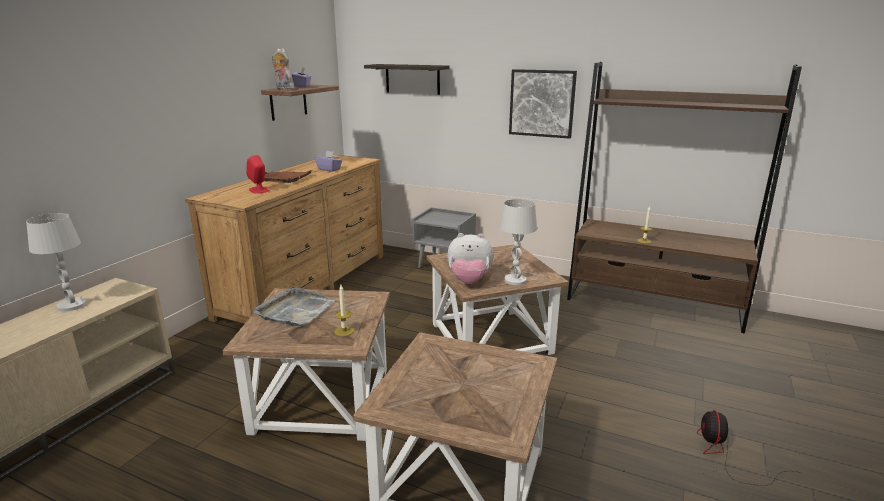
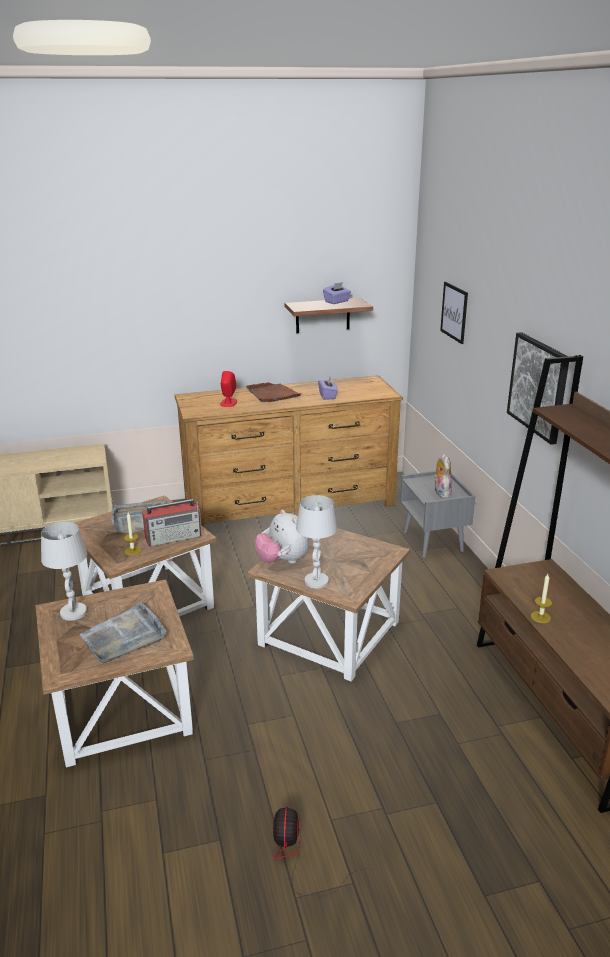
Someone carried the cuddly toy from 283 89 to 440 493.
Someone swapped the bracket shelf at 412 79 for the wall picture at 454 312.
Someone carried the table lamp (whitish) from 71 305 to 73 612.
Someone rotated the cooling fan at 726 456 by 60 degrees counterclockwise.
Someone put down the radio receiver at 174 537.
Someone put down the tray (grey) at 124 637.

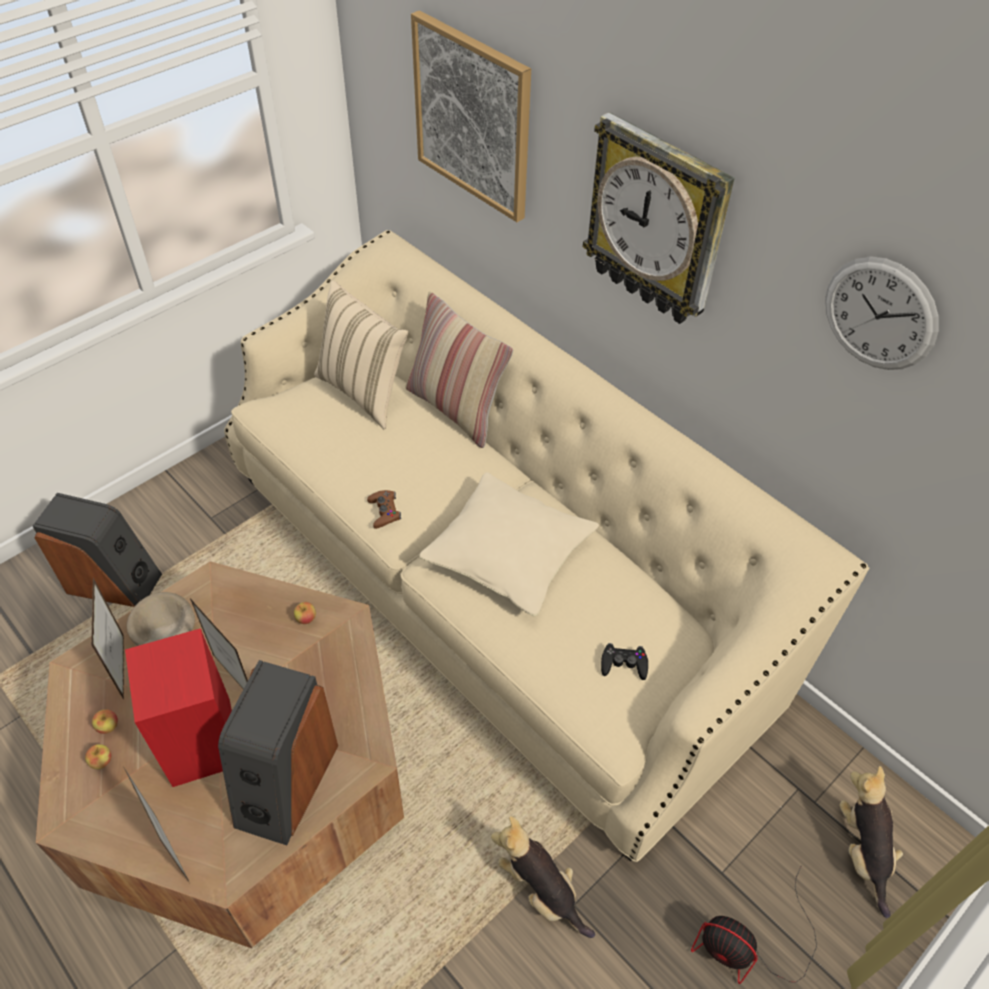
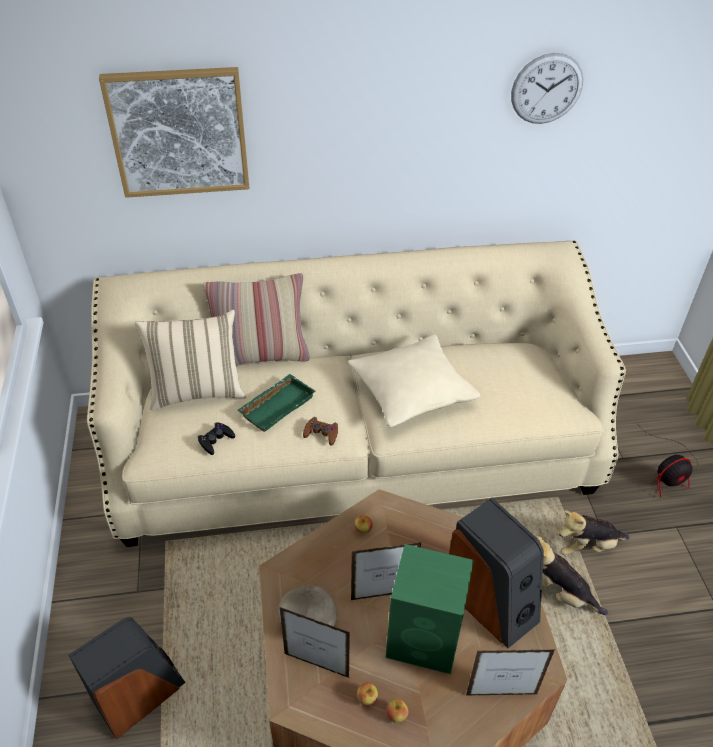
Someone took away the wall clock at 656 223.
Someone repainted the loudspeaker (red-coloured) at 202 743, which became the loudspeaker (green) at 425 639.
Someone carried the gamepad (black) from 623 664 to 216 440.
Someone carried the cuddly toy from 863 851 to 559 593.
Someone put down the tray (green) at 276 405.

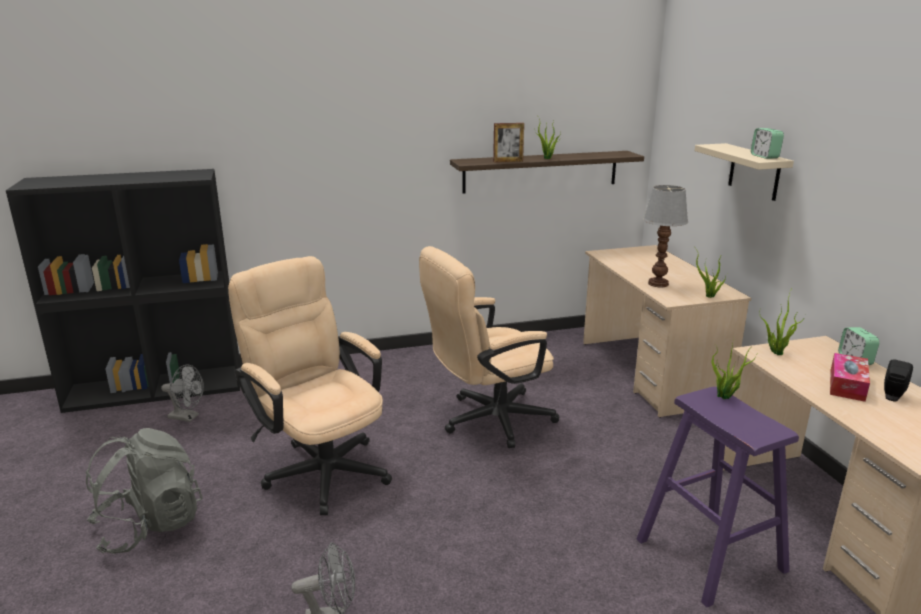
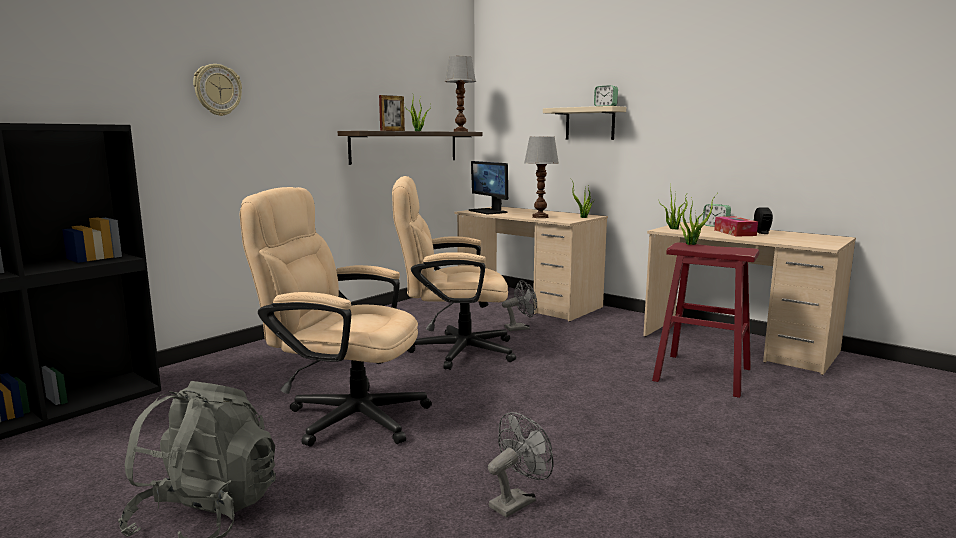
Someone rotated the office chair (beige) at 488 421 by 60 degrees clockwise.
Someone carried the cooling fan (grey) from 187 417 to 520 328.
Someone repainted the sitting stool (purple) at 710 555, which became the sitting stool (red-coloured) at 702 374.
Someone put down the table lamp at 460 131.
Someone put up the wall clock at 217 90.
Someone put down the computer screen at 488 211.

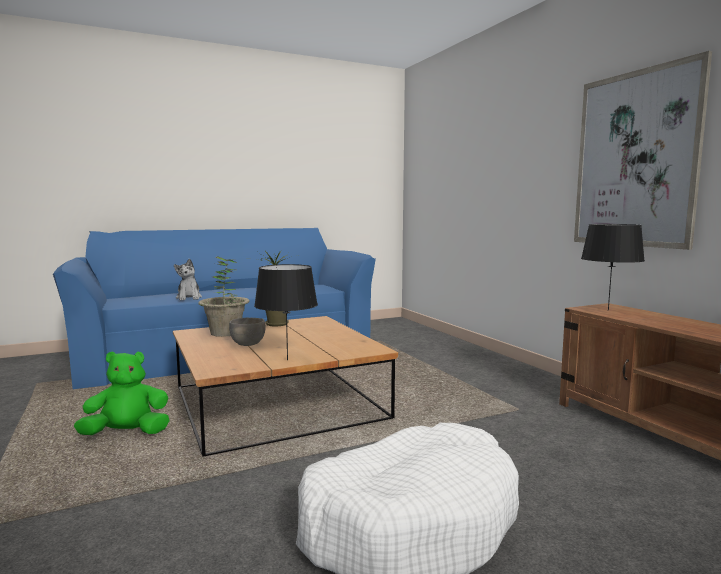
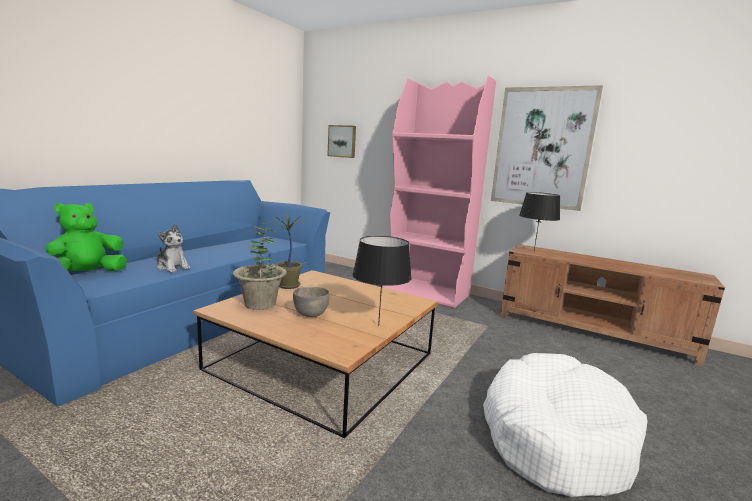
Someone carried the cuddly toy (green) from 127 433 to 87 274.
Someone put down the bookcase (pinkish) at 426 292.
Someone put up the wall picture at 342 141.

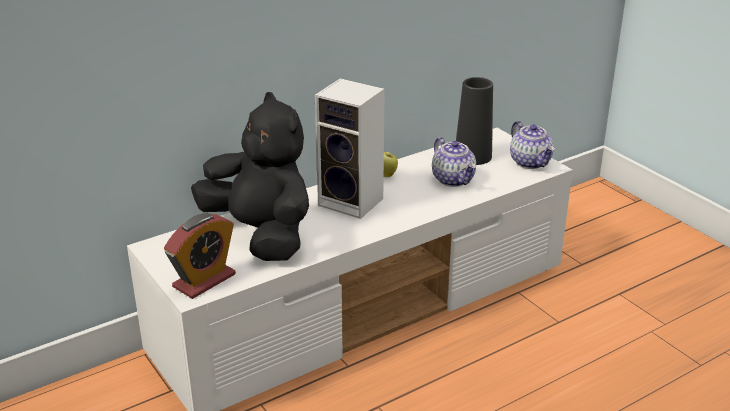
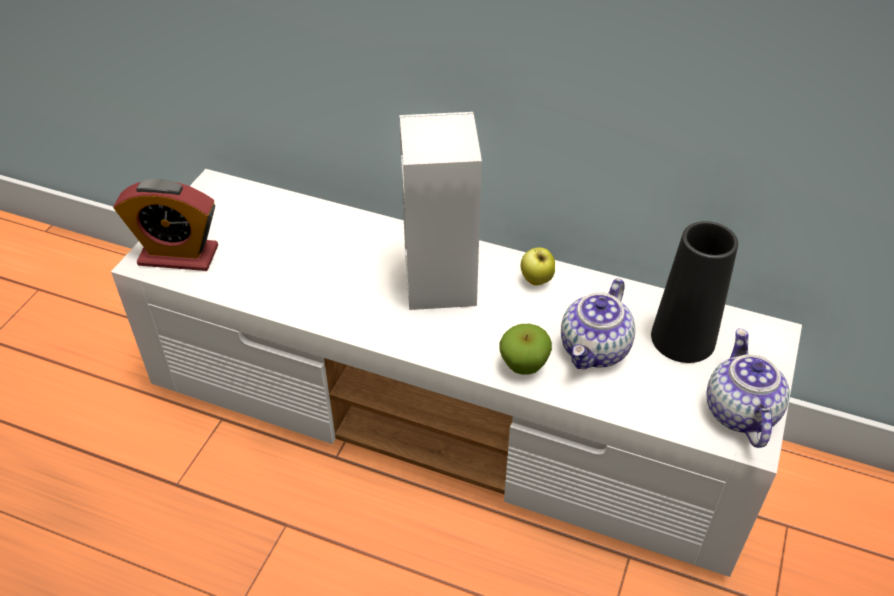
Someone took away the cuddly toy (black) at 261 235.
Someone rotated the tea pot at 531 162 by 150 degrees clockwise.
Someone put down the apple fruit at 523 366.

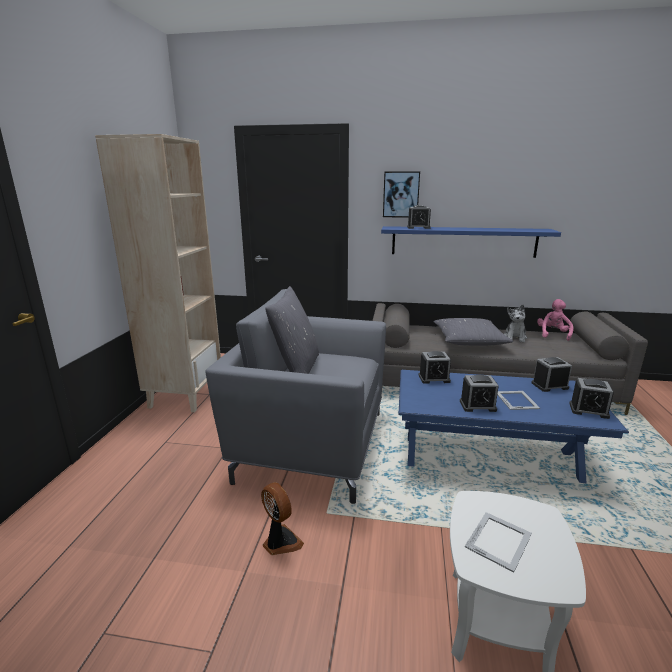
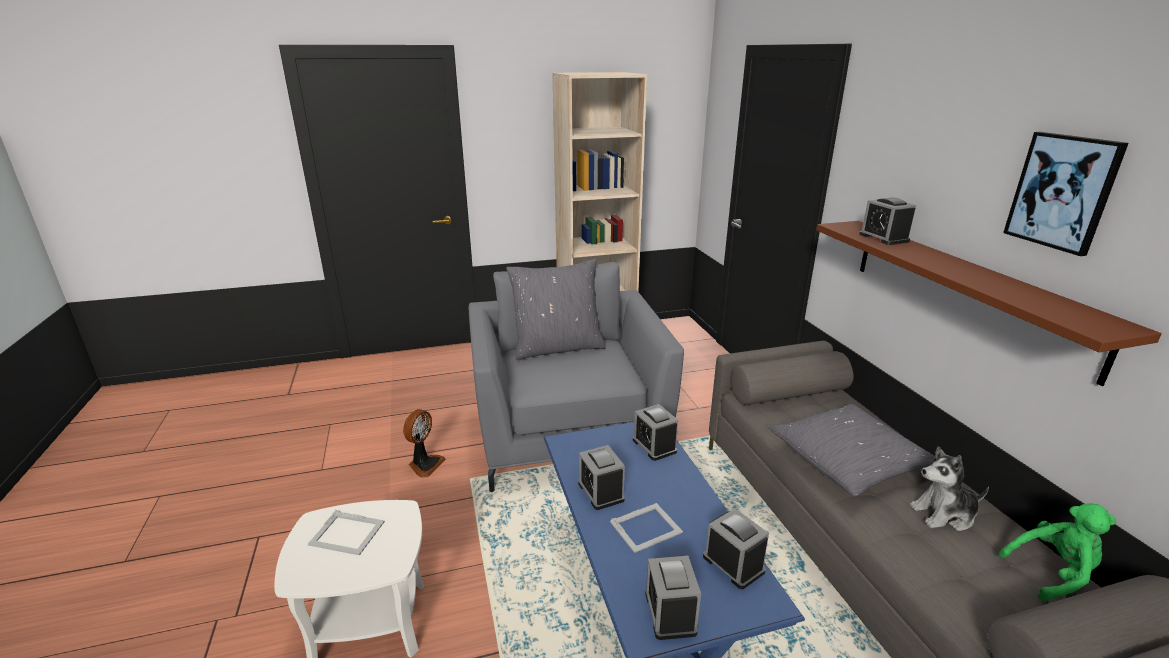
Someone carried the wall picture from 401 194 to 1063 192.
Someone repainted the bracket shelf (blue) at 463 241, which became the bracket shelf (brown-coloured) at 964 290.
Someone repainted the cuddly toy (pinkish) at 553 334, which became the cuddly toy (green) at 1052 573.

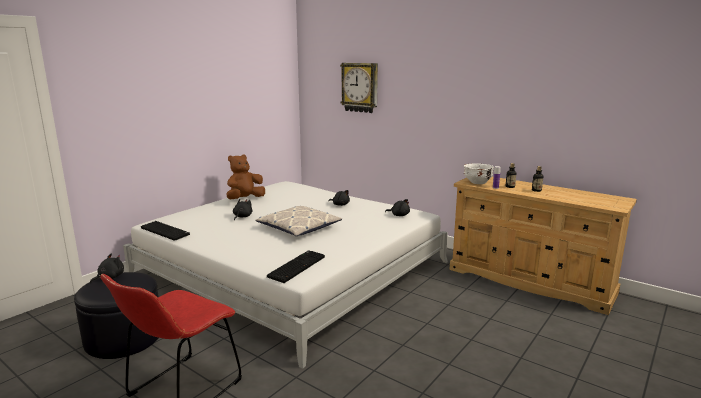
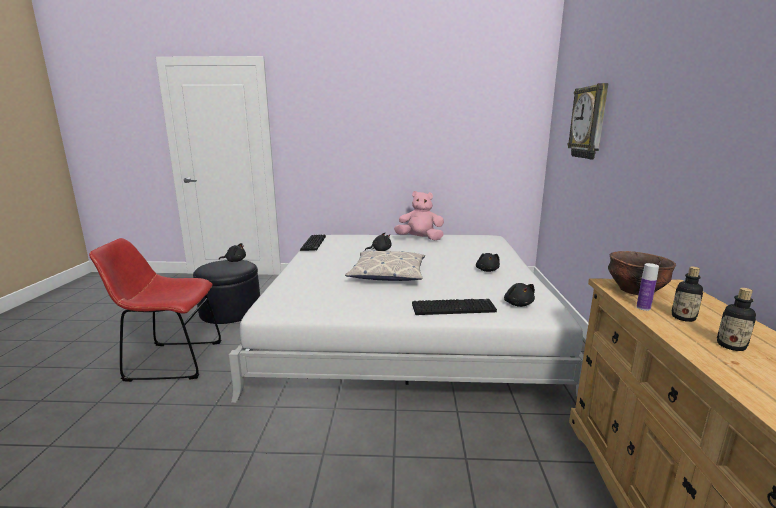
Someone repainted the cuddly toy (brown-coloured) at 245 199, which became the cuddly toy (pinkish) at 420 239.
Someone repainted the deep dish (whitish) at 477 182, which became the deep dish (brown-coloured) at 634 290.
Someone carried the PC keyboard from 296 266 to 454 307.

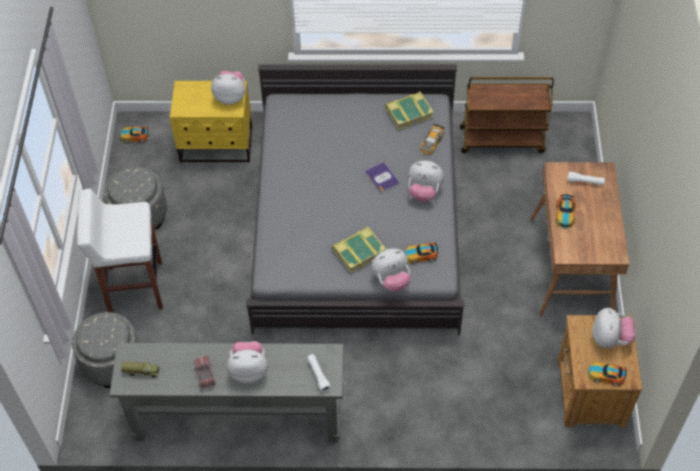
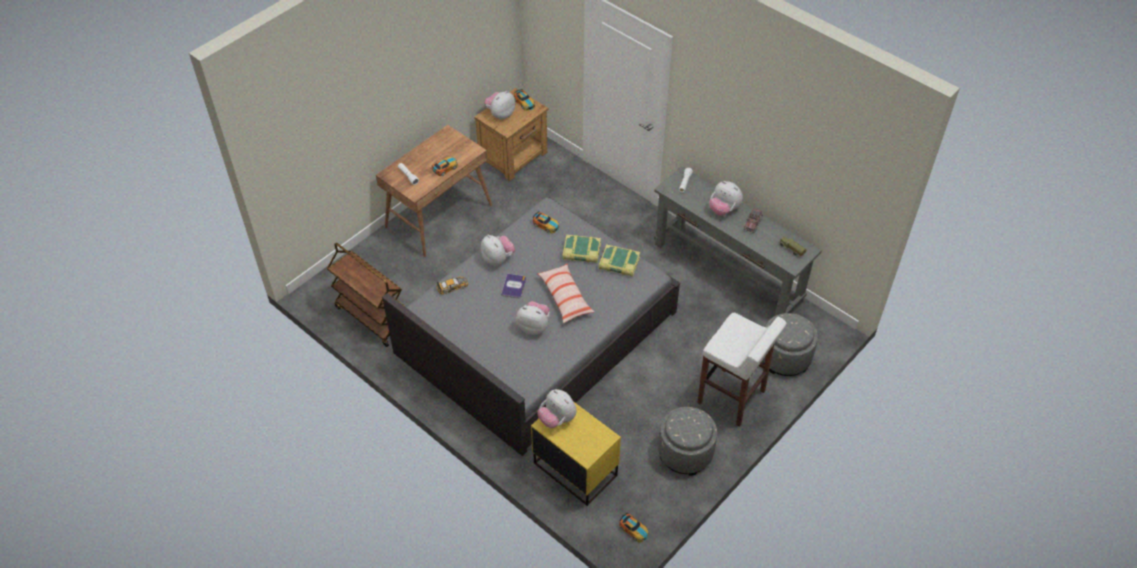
Someone carried the volume from 408 112 to 619 264.
Someone carried the cuddly toy from 391 280 to 534 326.
Someone put down the cushion at 565 297.

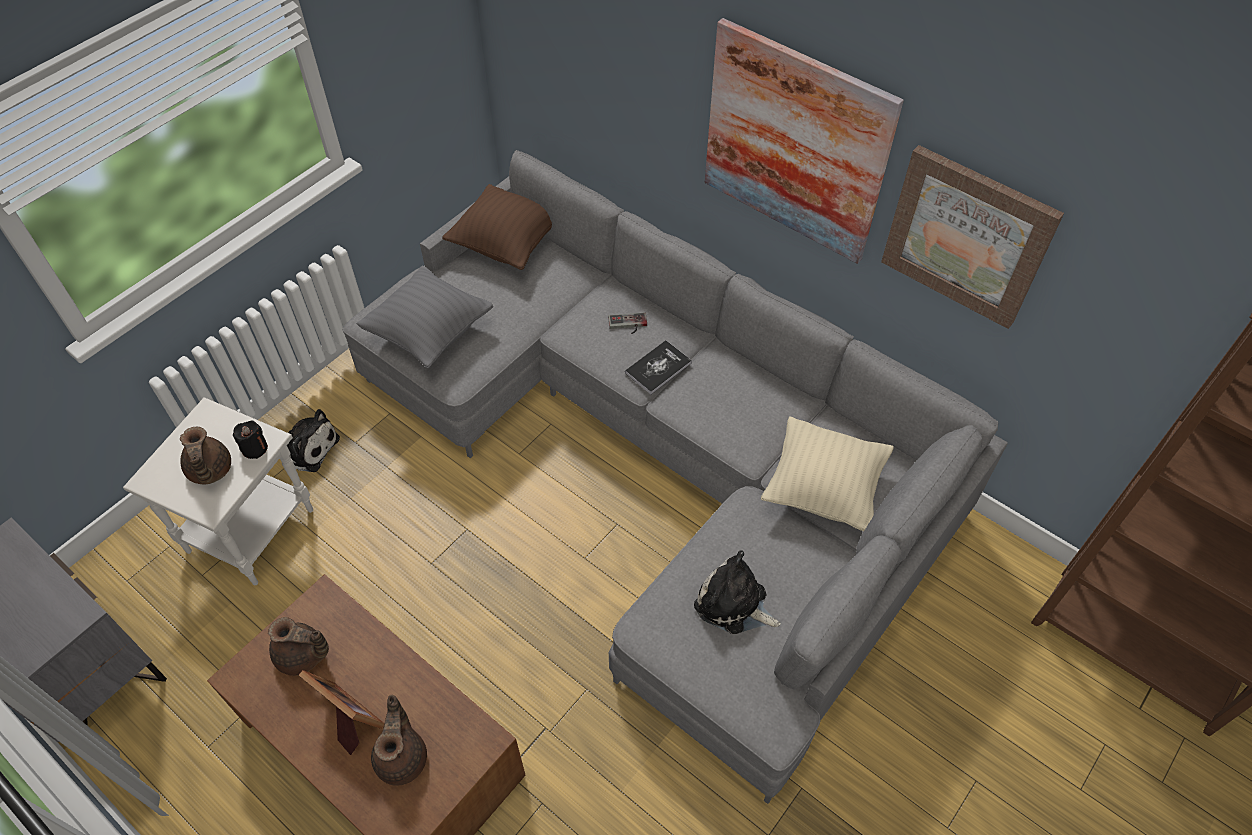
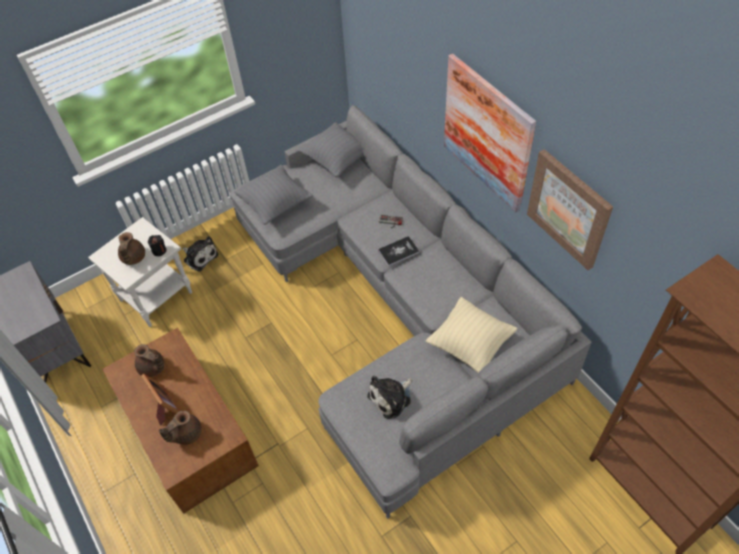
Someone repainted the cushion (brown-coloured) at 507 244, which became the cushion (grey) at 337 160.
Someone rotated the cuddly toy at 734 604 by 90 degrees counterclockwise.
Someone rotated the tea pot (brown-coloured) at 402 757 by 150 degrees counterclockwise.

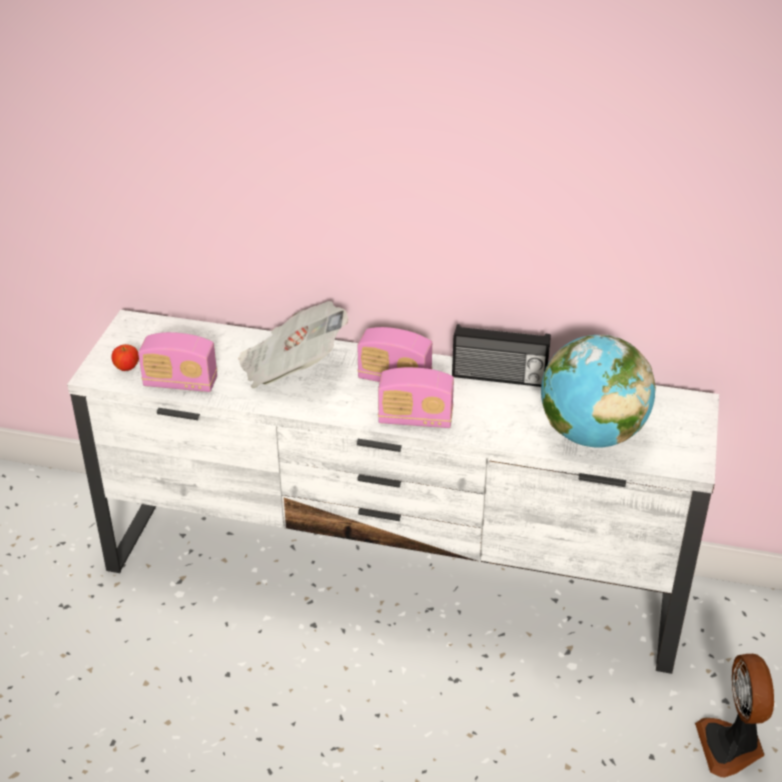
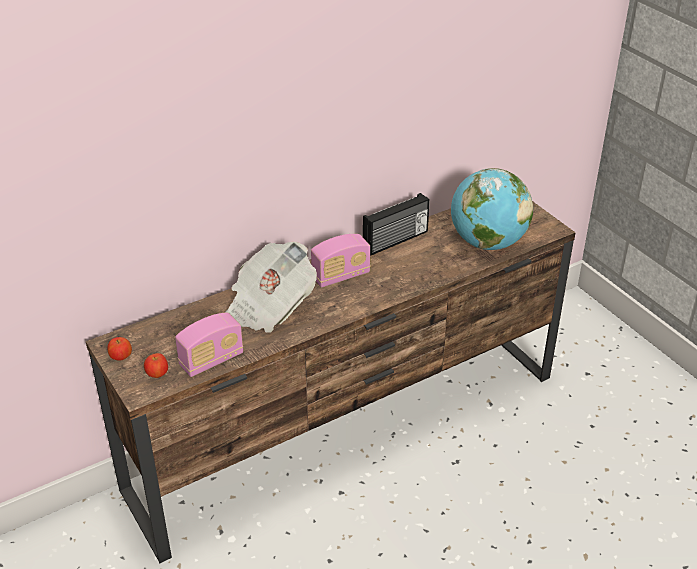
Someone repainted the tv stand (whitish) at 393 577, which became the tv stand (brown-coloured) at 349 431.
Someone took away the radio receiver at 415 419.
Someone took away the cooling fan at 731 746.
Someone put down the apple fruit at 121 357.

